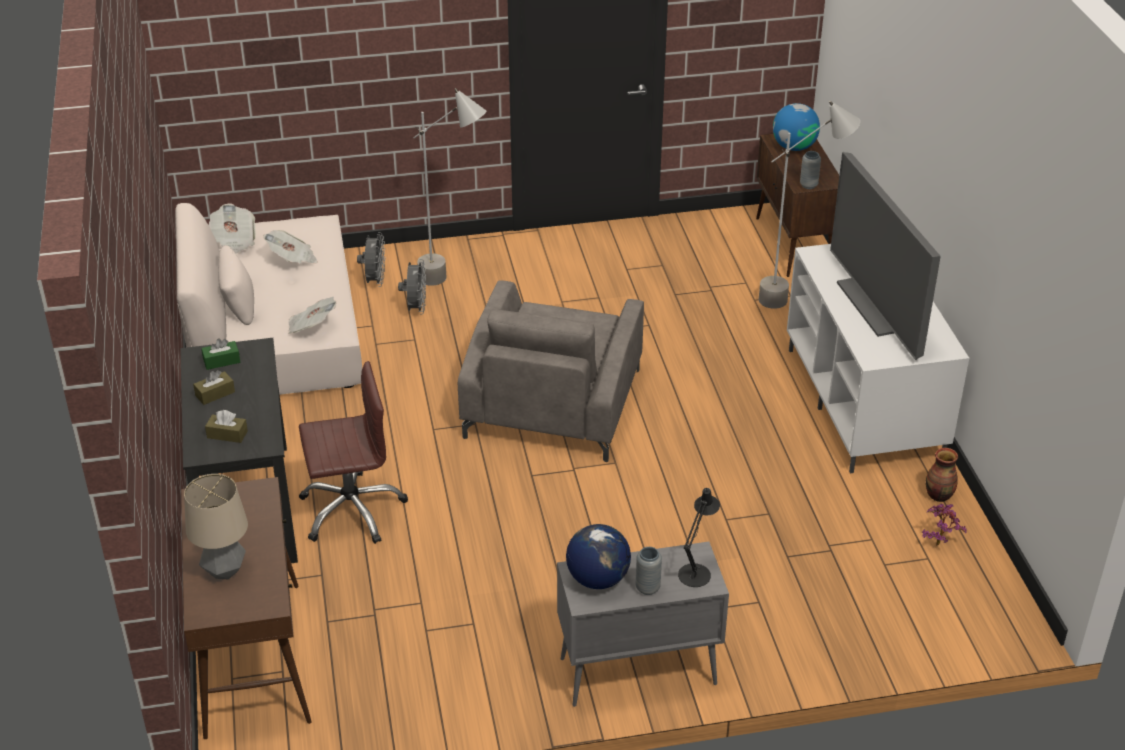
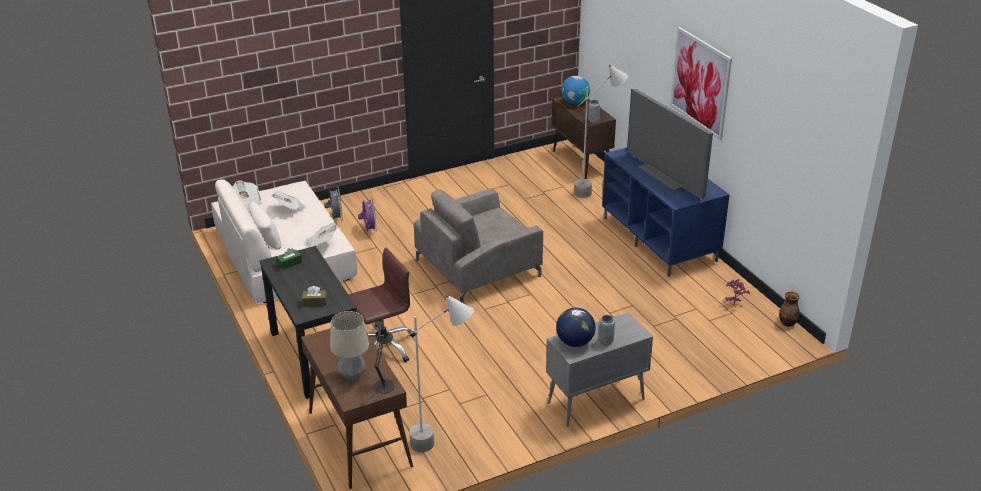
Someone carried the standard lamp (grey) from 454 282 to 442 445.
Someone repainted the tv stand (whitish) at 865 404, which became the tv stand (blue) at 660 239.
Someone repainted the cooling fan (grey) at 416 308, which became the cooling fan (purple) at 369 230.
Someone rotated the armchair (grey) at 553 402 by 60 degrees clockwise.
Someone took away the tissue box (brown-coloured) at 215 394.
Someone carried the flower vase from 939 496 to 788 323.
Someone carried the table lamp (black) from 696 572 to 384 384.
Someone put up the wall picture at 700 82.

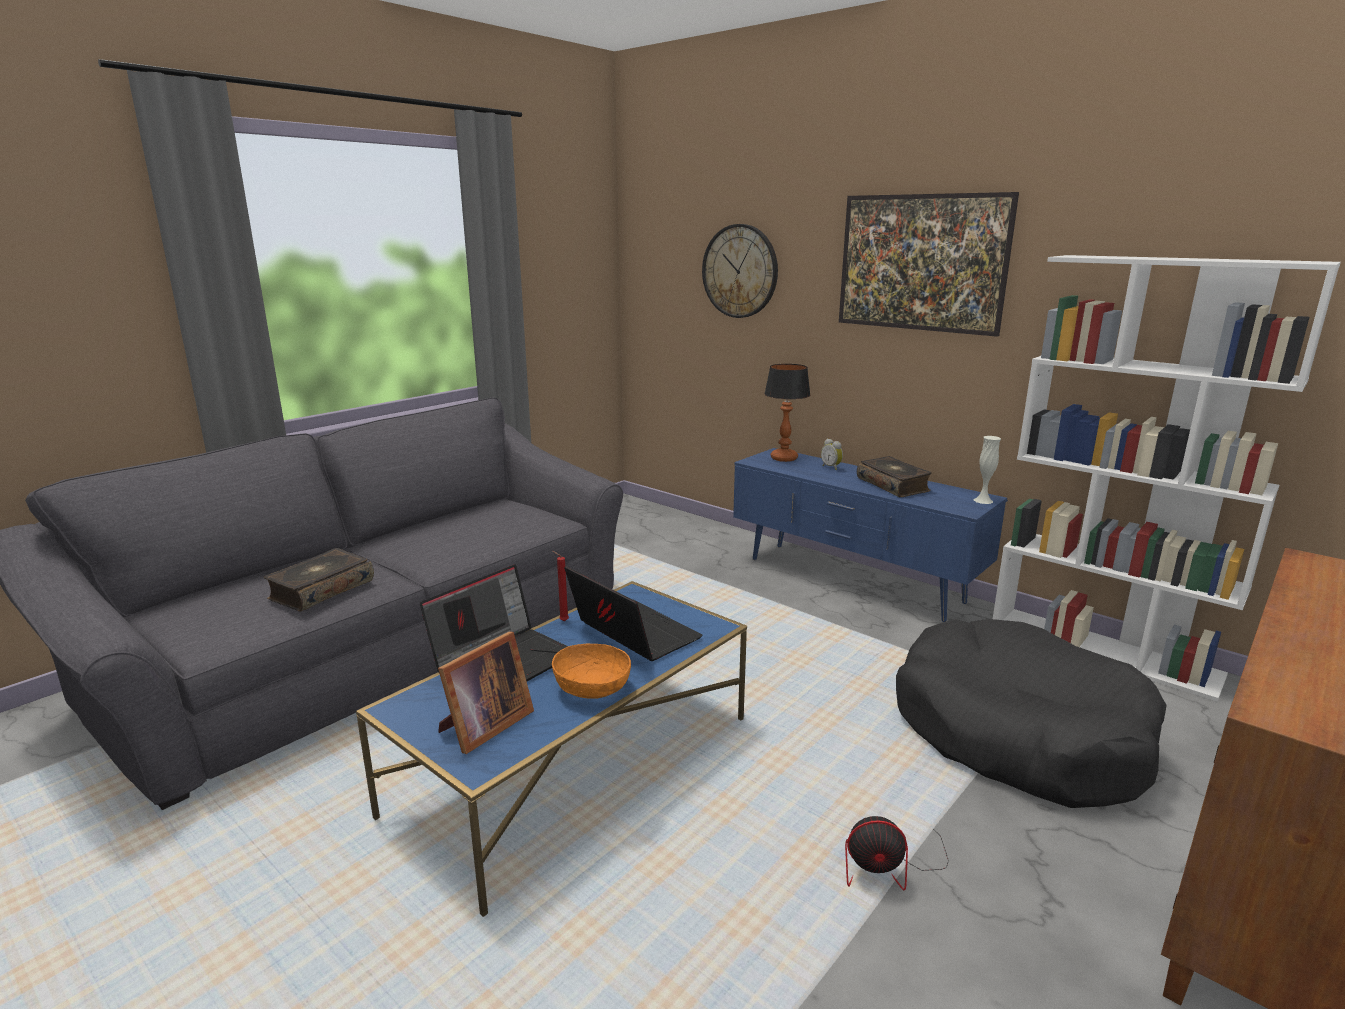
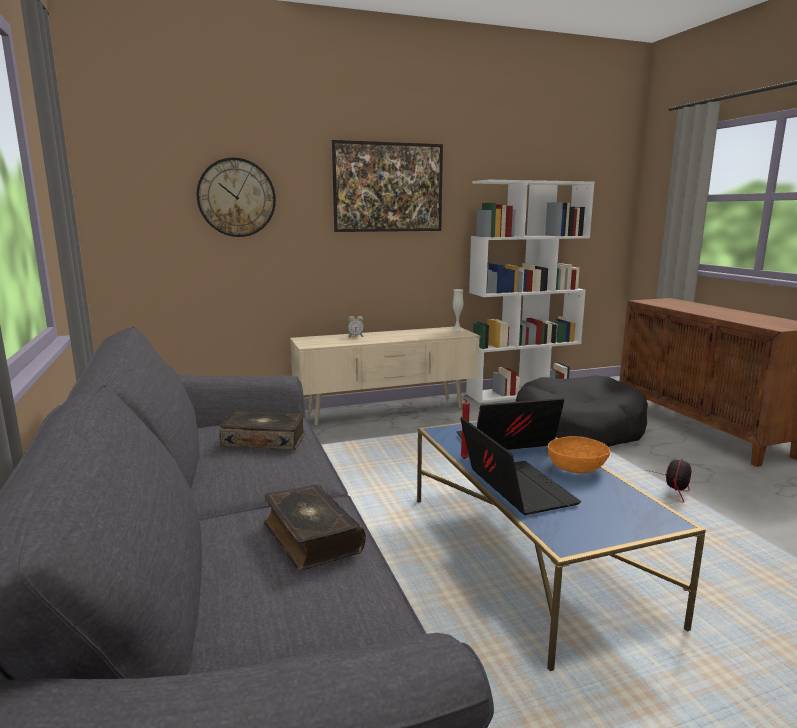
Someone took away the table lamp at 784 458.
Someone repainted the tv stand (blue) at 852 581, which became the tv stand (beige) at 386 411.
Someone carried the volume from 893 485 to 265 440.
Someone took away the standing frame at 483 727.

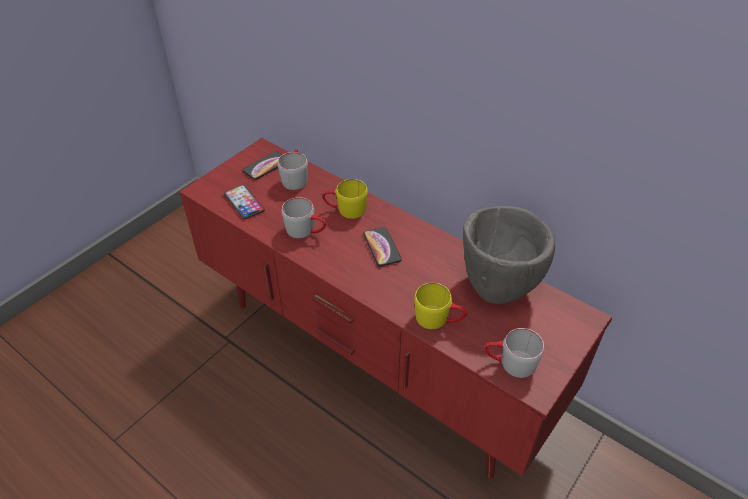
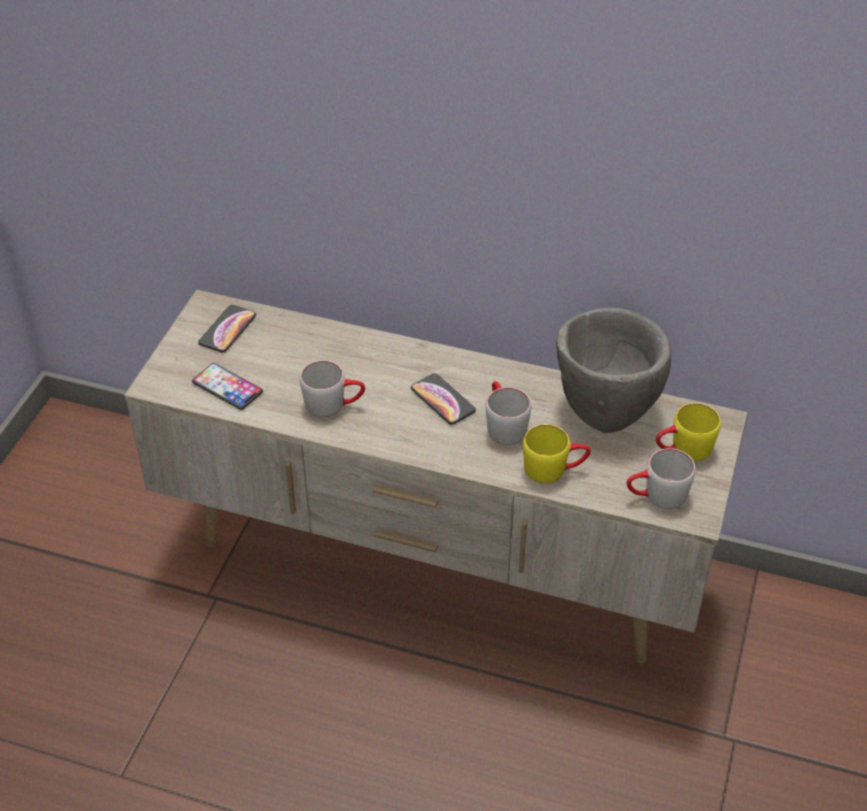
Someone repainted the tv stand (red-coloured) at 374 360, which became the tv stand (beige) at 433 565.
Someone carried the coffee mug (grey) from 295 178 to 503 424.
Someone carried the coffee mug (yellowish) from 345 210 to 683 450.

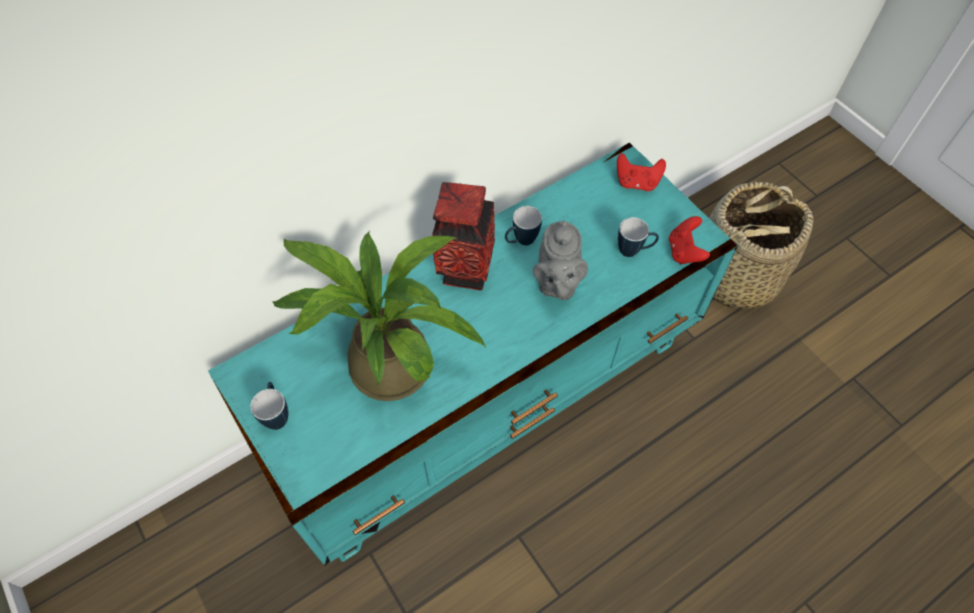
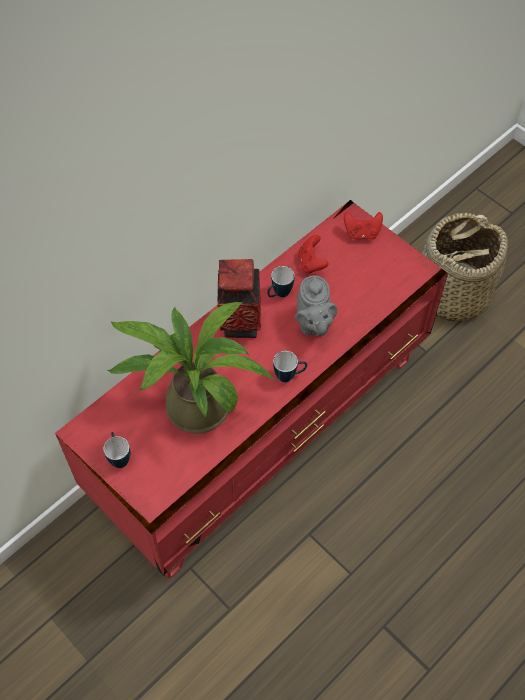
Someone repainted the tv stand (blue-green) at 487 400, which became the tv stand (red-coloured) at 262 430.
Someone carried the gamepad (red-coloured) from 684 251 to 311 263.
Someone carried the coffee mug from 634 251 to 289 376.

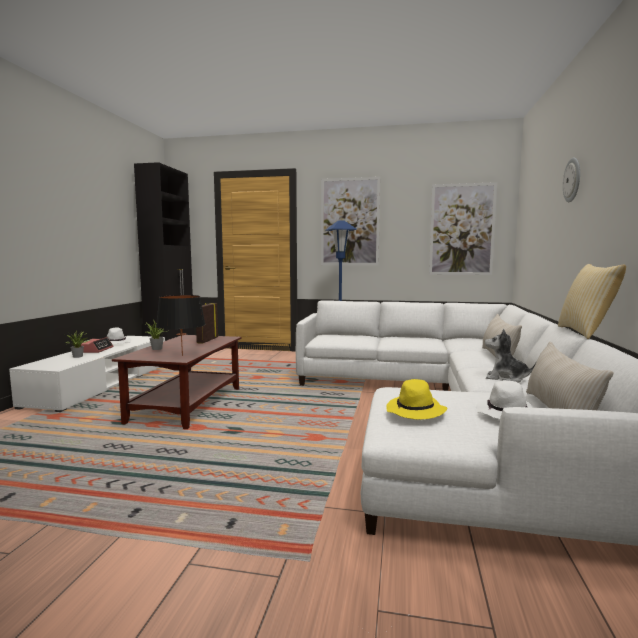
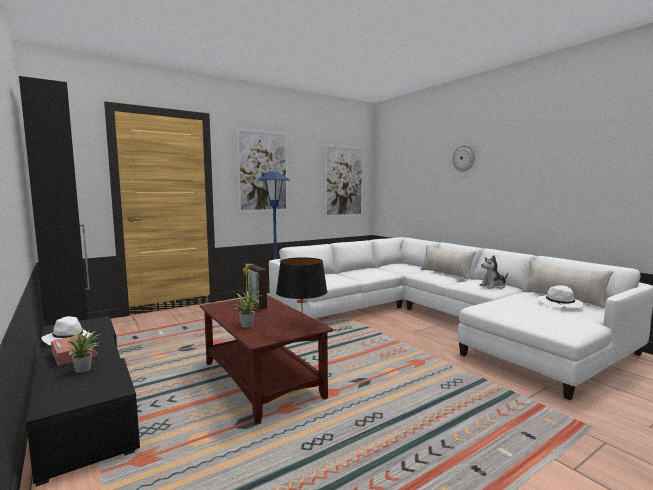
Someone took away the cushion at 586 332.
Someone repainted the tv stand (whitish) at 102 384, which became the tv stand (black) at 84 400.
Someone took away the wearable hat (yellowish) at 416 412.

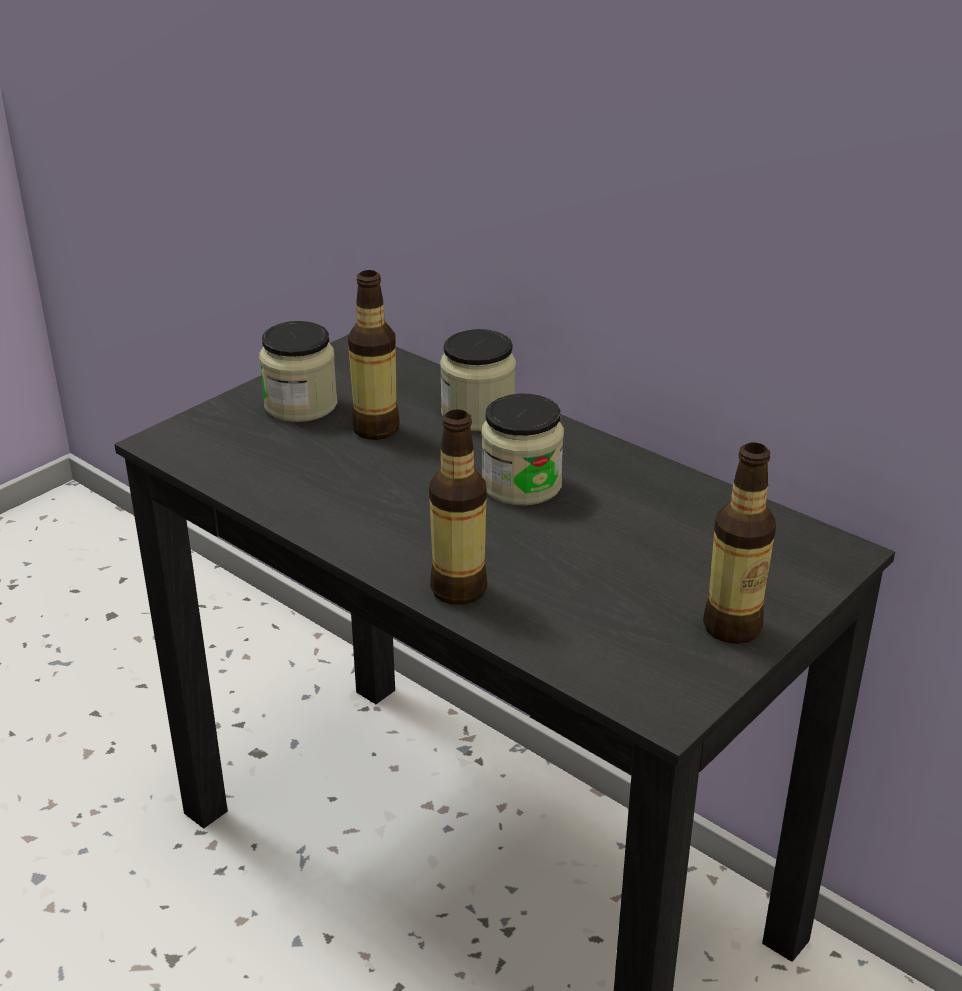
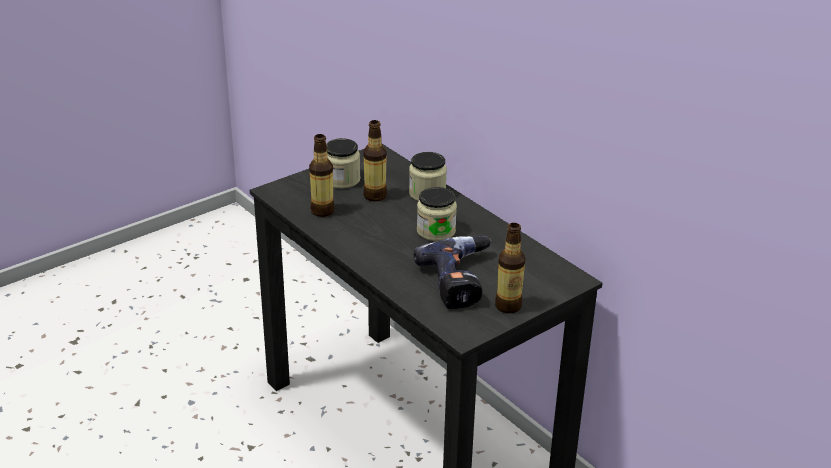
Someone carried the beverage bottle from 458 589 to 322 211.
Someone put down the electric drill at 462 281.

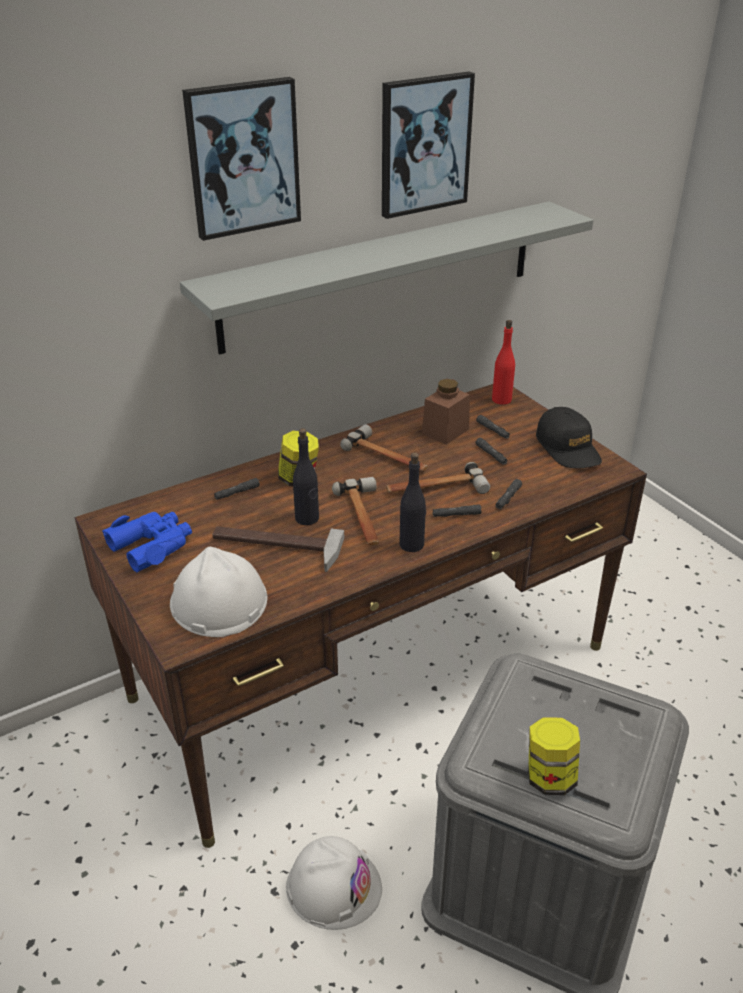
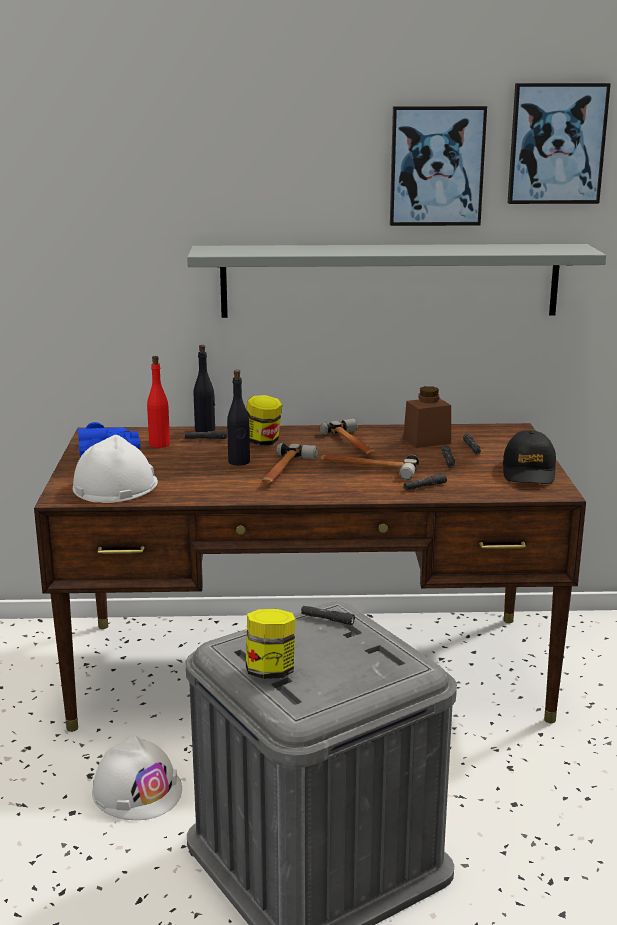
Someone carried the wall picture from 243 158 to 556 144.
Someone carried the beverage bottle (red-coloured) from 501 399 to 159 444.
Someone carried the beverage bottle (black) from 412 544 to 205 430.
Someone carried the hand torch (black) from 456 515 to 327 619.
Someone took away the hand hammer at 275 547.

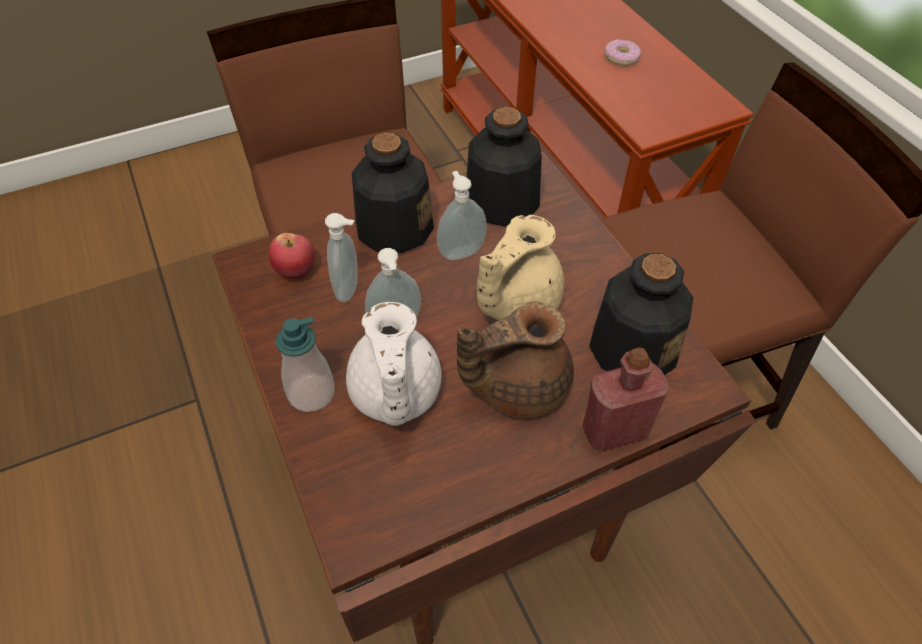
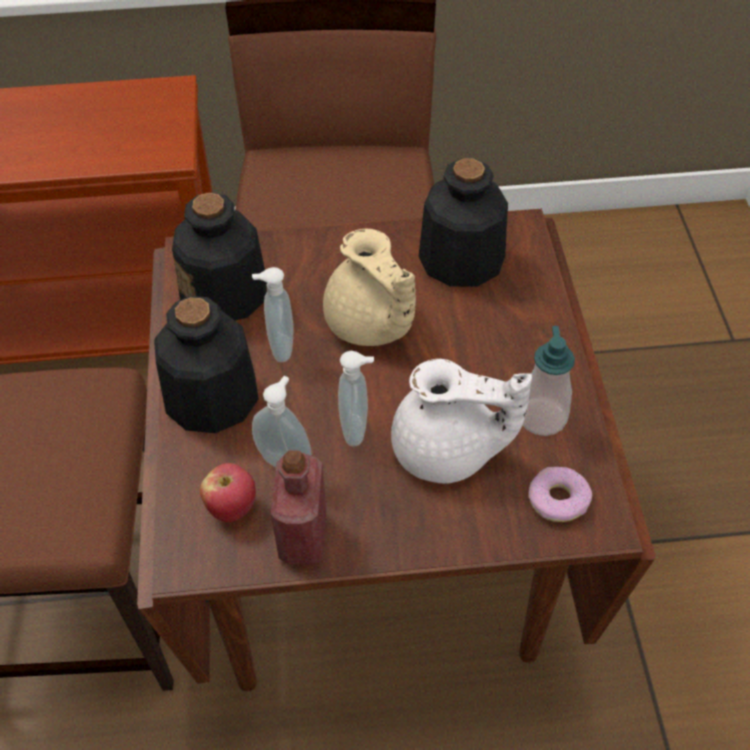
Someone carried the doughnut from 621 58 to 557 499.
Someone took away the tea pot (brown-coloured) at 517 387.
Someone carried the soap dispenser from 311 393 to 542 417.
Someone carried the beverage bottle (red-coloured) from 614 430 to 303 536.

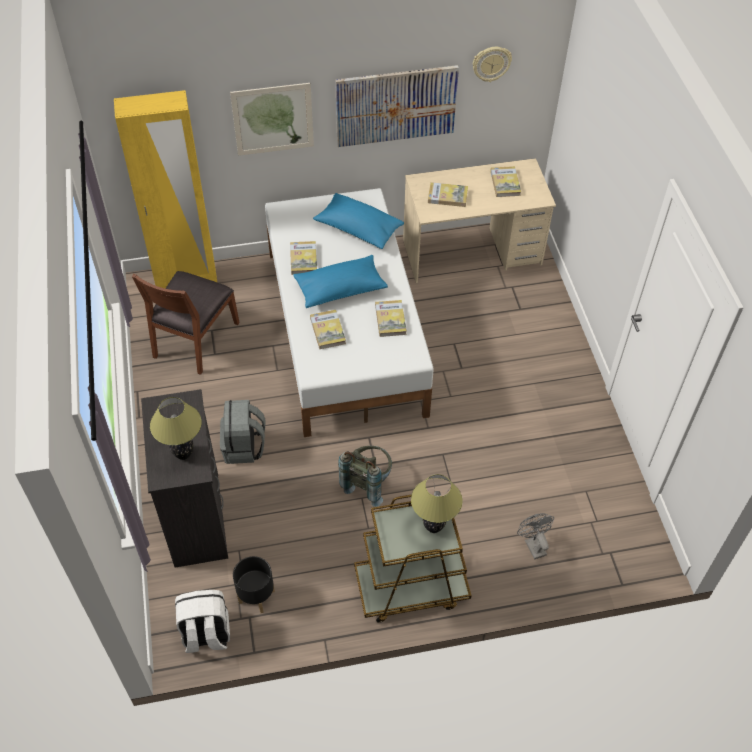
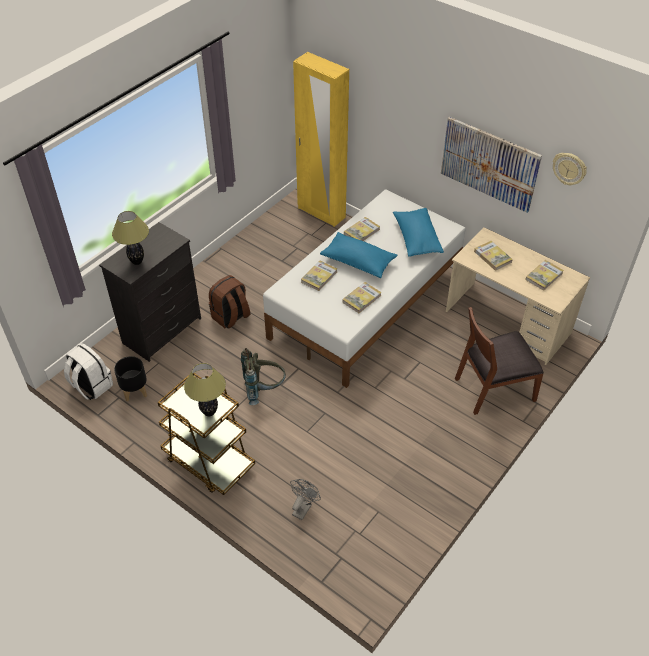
Someone took away the wall picture at 273 119.
Someone carried the plain chair (brown-coloured) from 194 339 to 493 388.
Someone repainted the rucksack (grey) at 244 447, which became the rucksack (brown-coloured) at 231 317.

